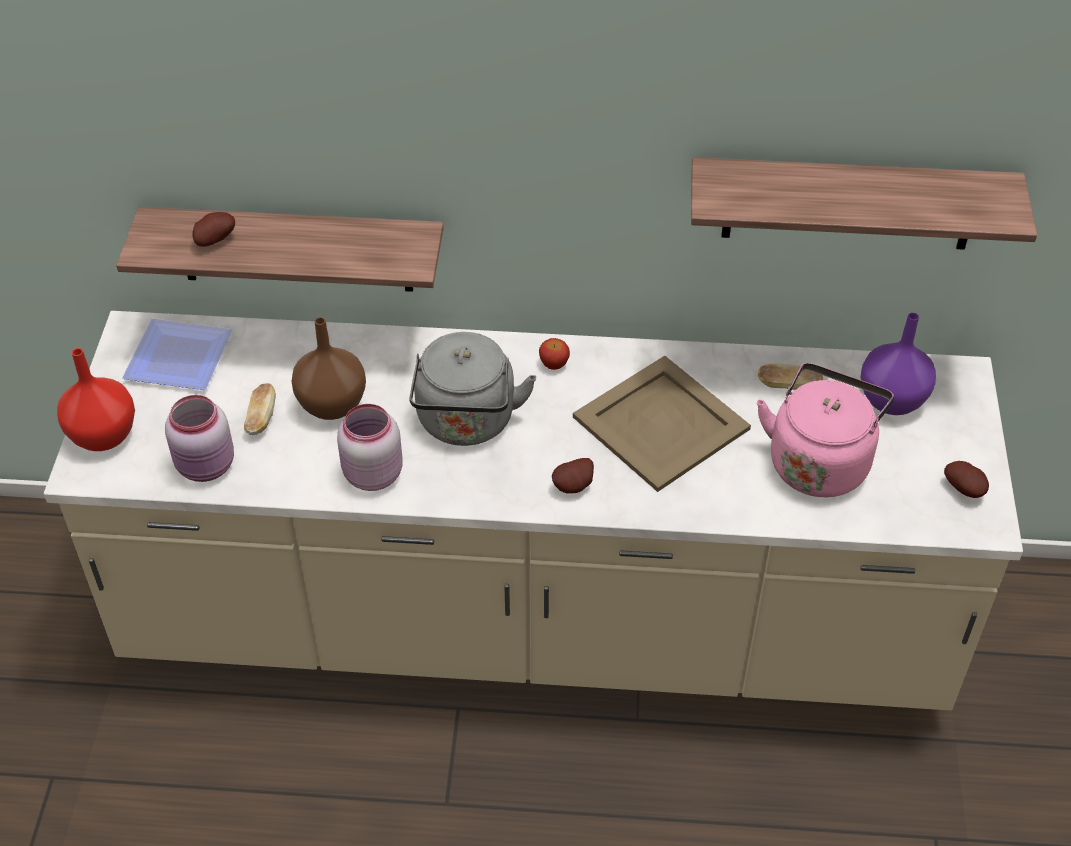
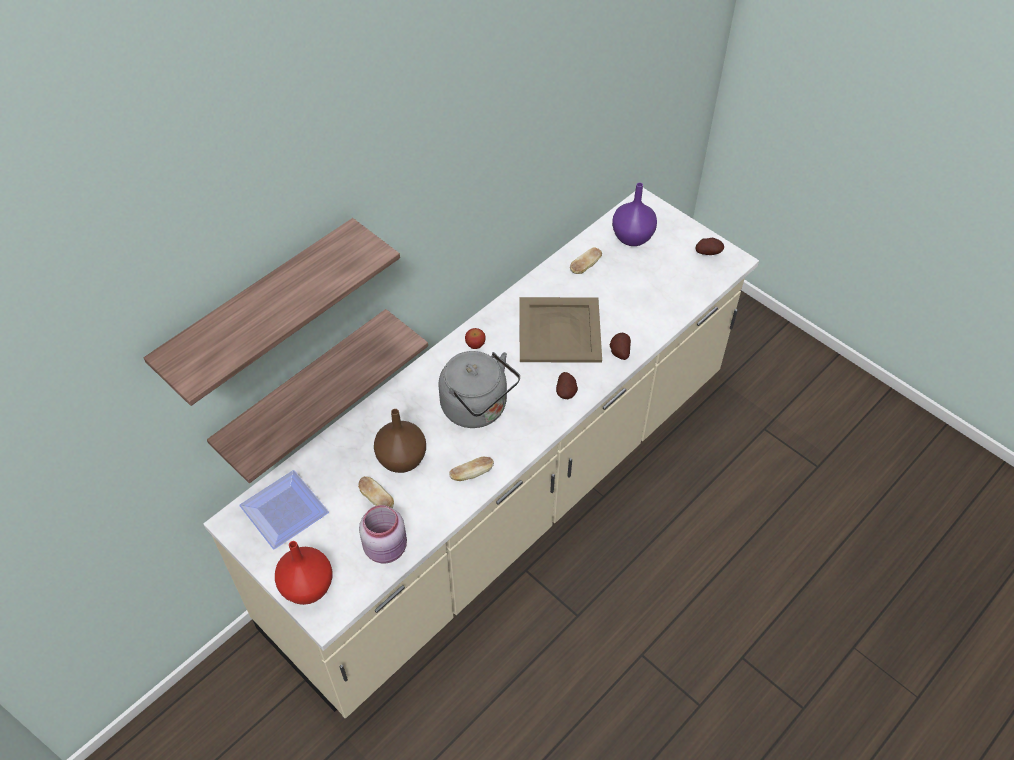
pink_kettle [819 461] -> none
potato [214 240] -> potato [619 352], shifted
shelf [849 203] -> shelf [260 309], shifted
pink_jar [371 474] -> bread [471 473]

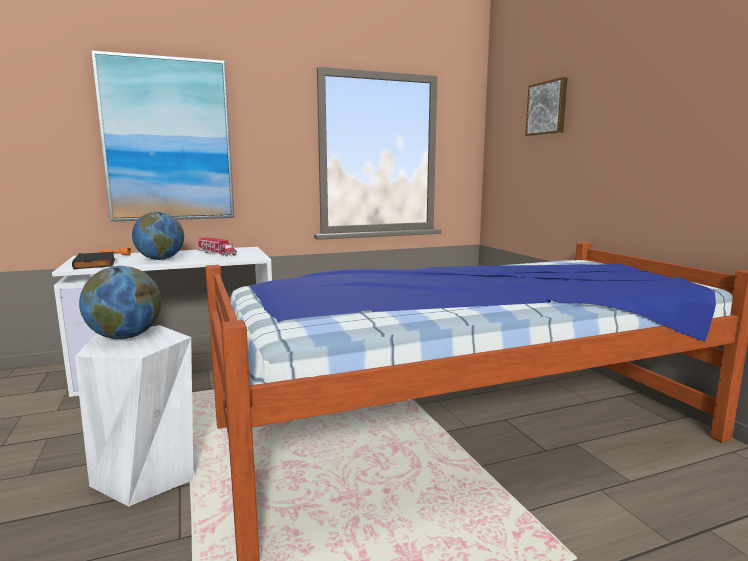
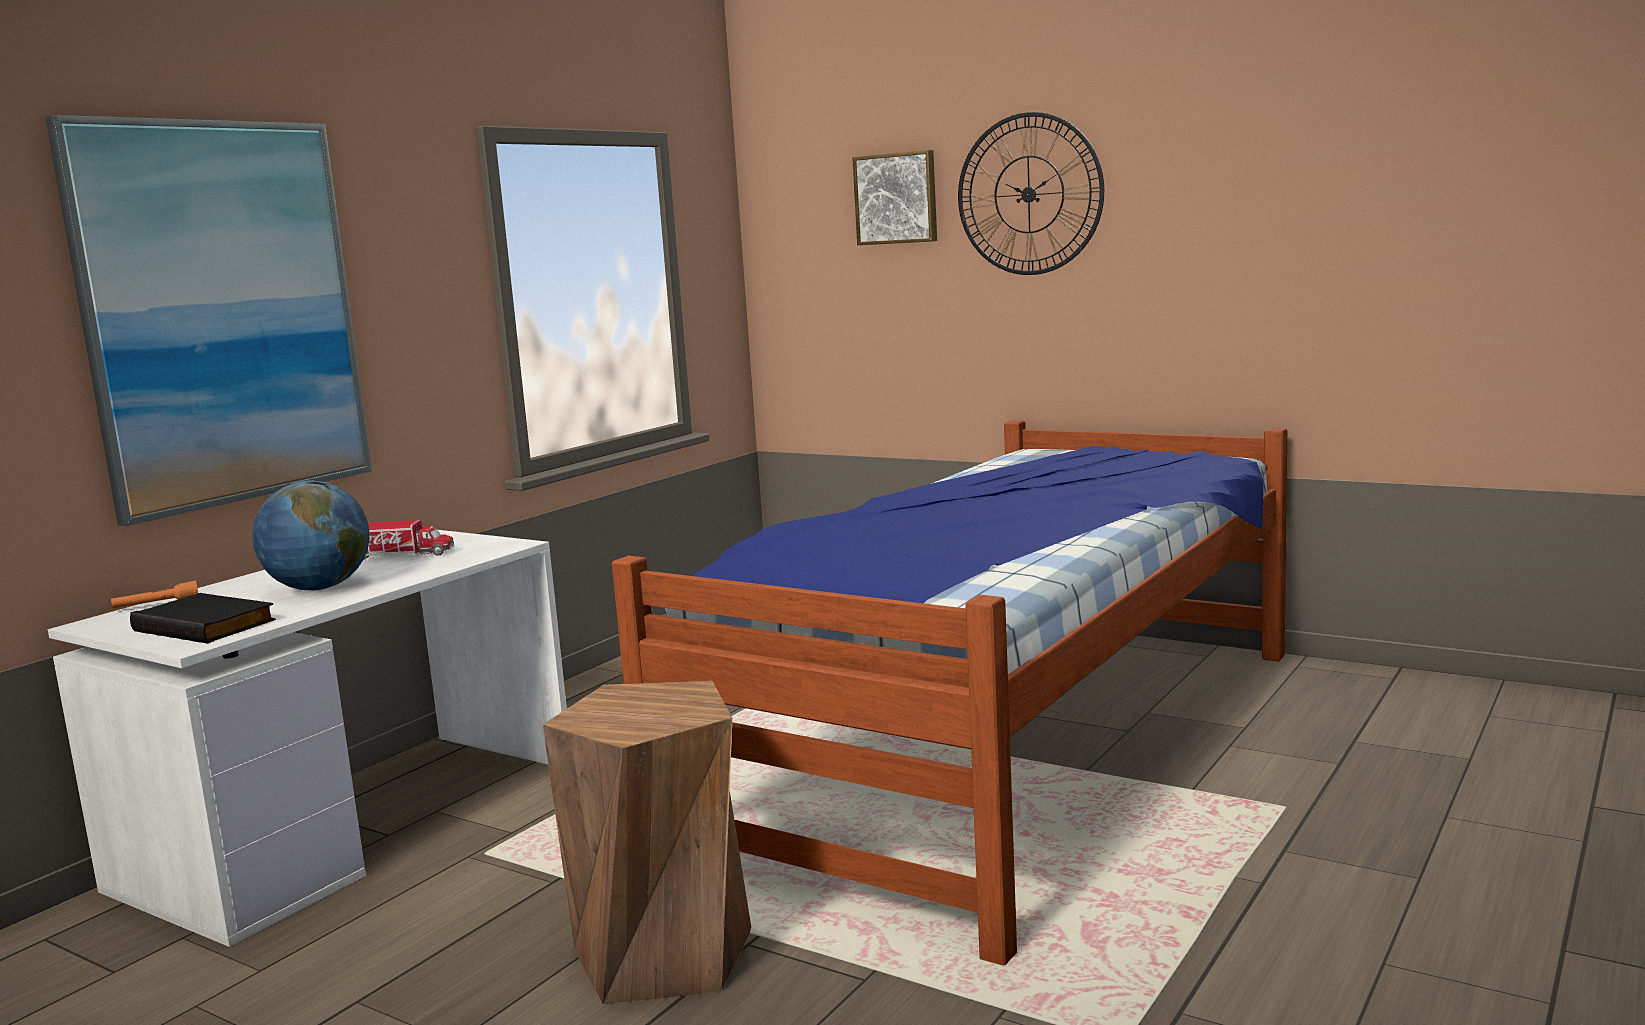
globe [125 337] -> none
none -> wall_clock [1029 194]
white_stool [147 473] -> brown_stool [664 955]

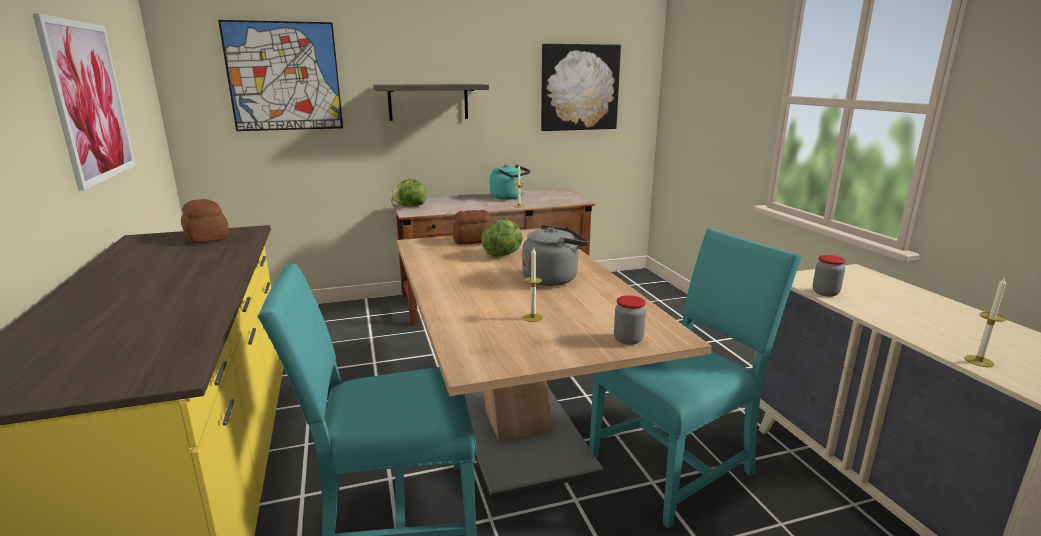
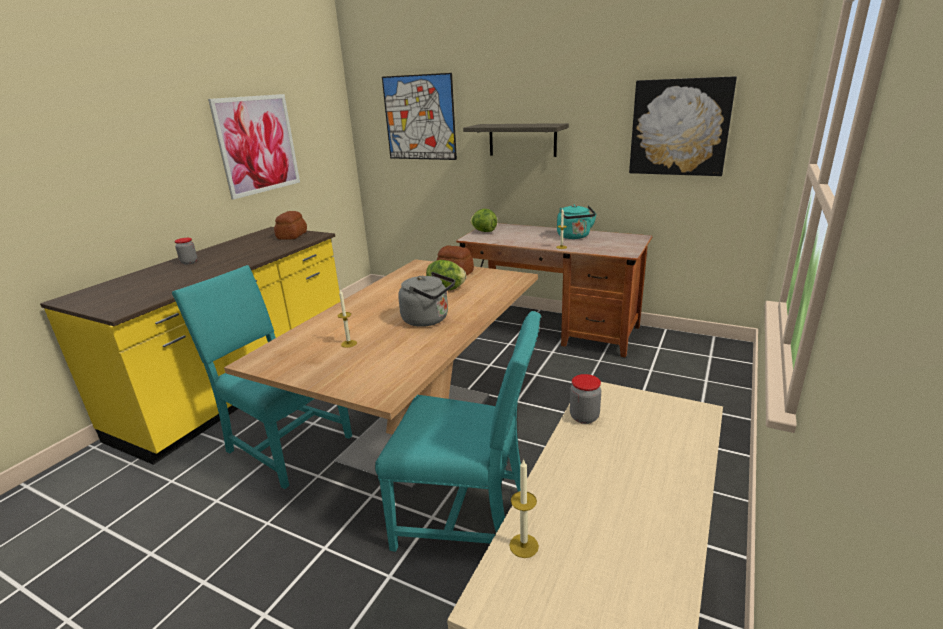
jar [628 339] -> jar [189 262], shifted

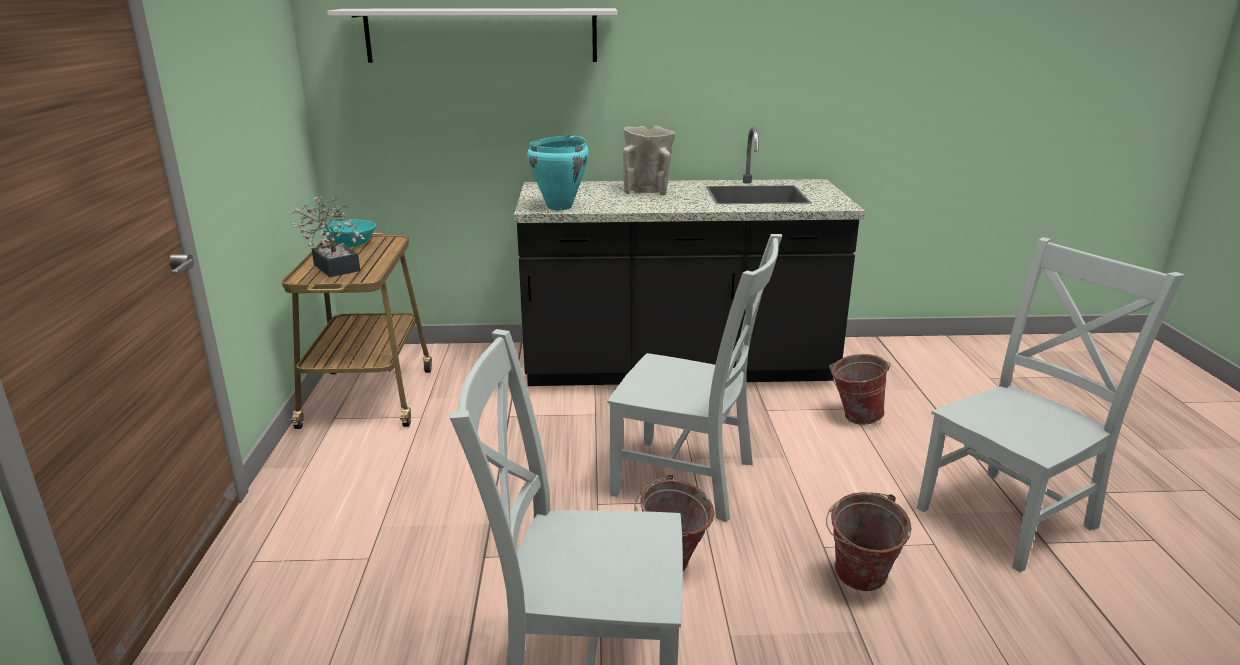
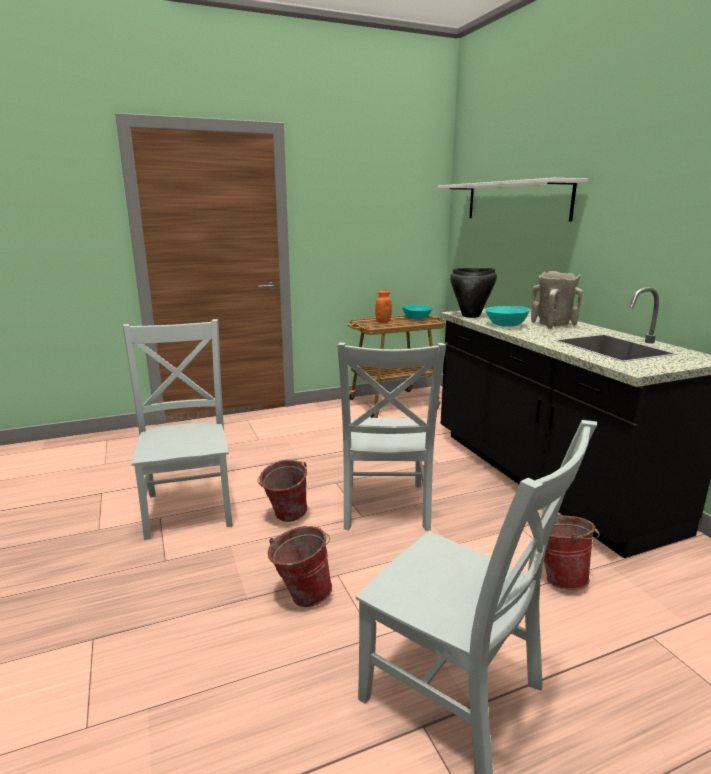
none -> turquoise_bowl [505 325]
potted_plant [335 266] -> orange_jar [383 322]
turquoise_cooking_pot [560 207] -> black_cooking_pot [471 316]

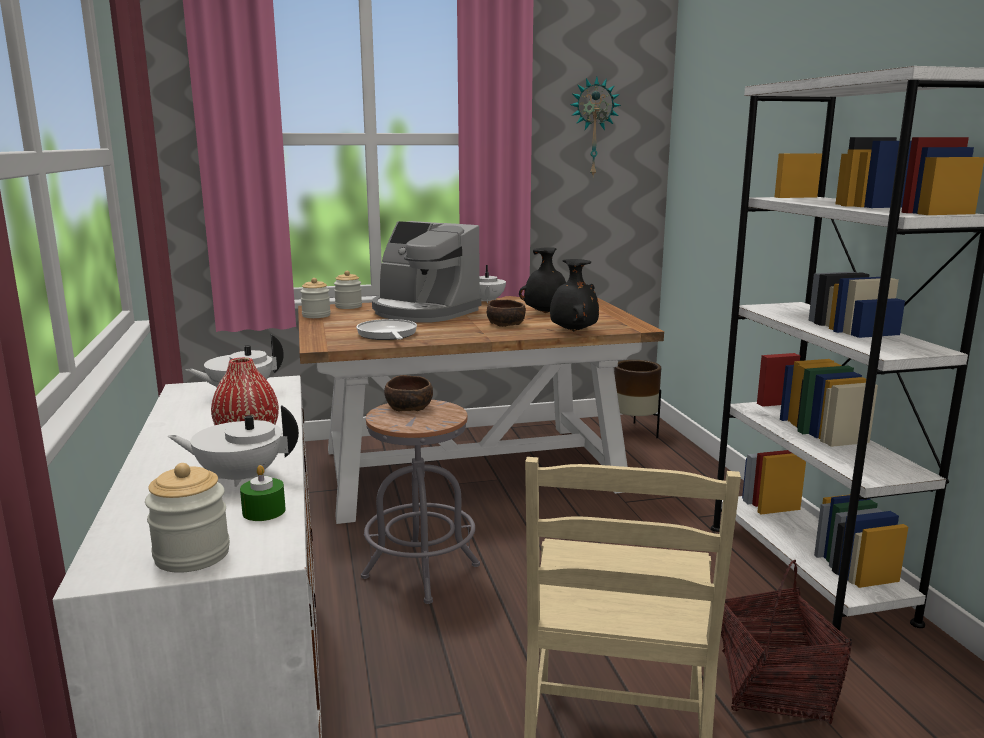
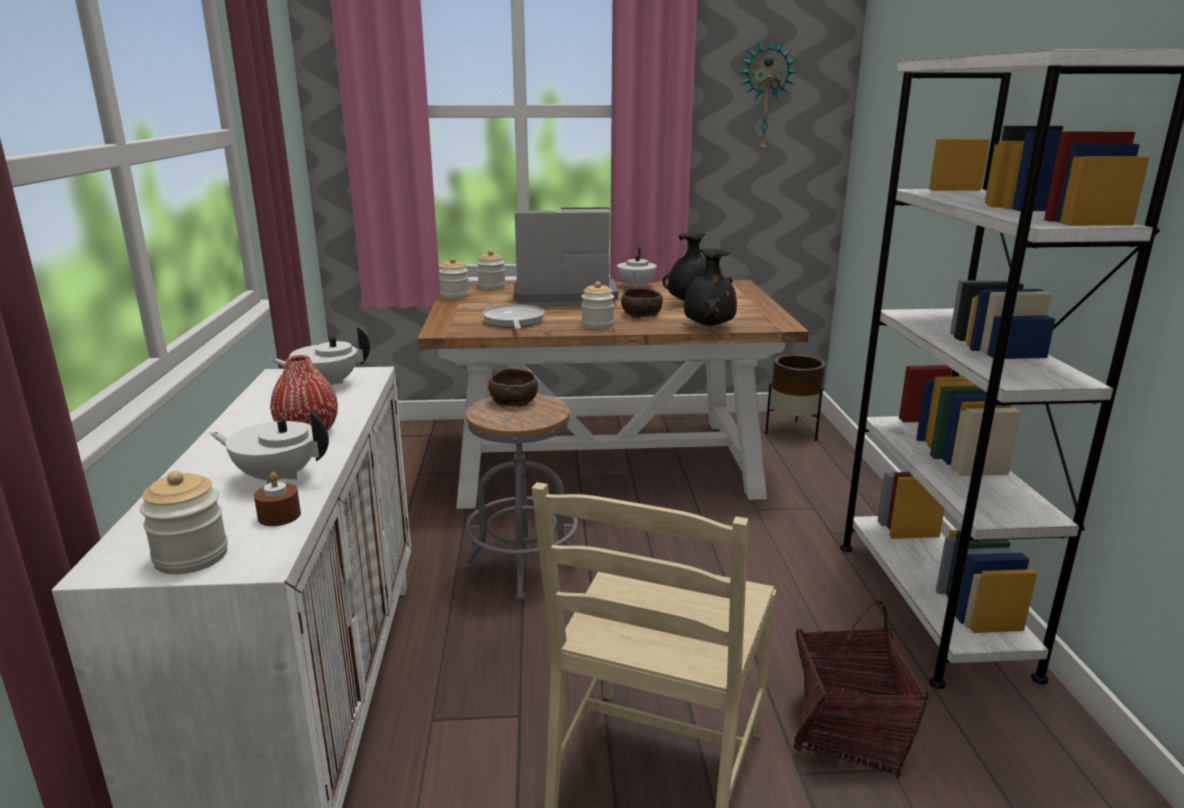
none -> jar [597 325]
green_candle [264 511] -> brown_candle [279 516]
coffee_machine [423 312] -> coffee_machine [563 296], 135 degrees clockwise

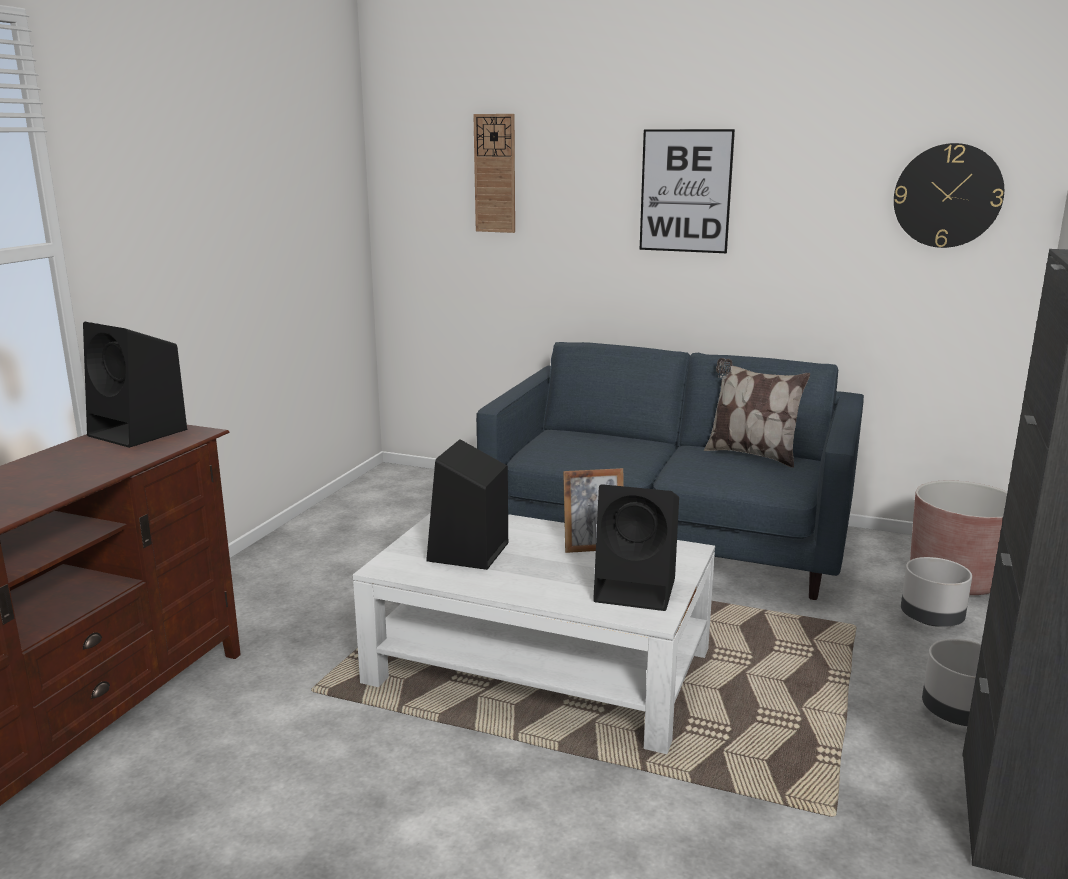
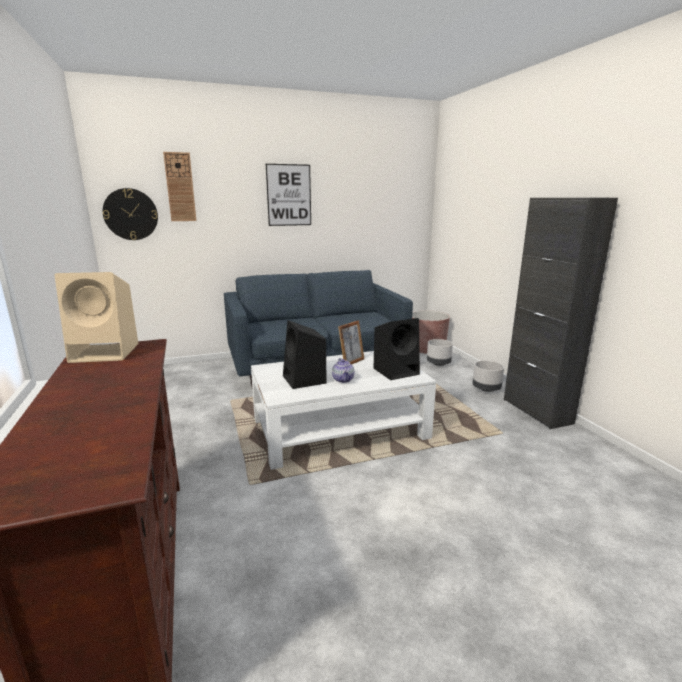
pillow [751 454] -> none
none -> teapot [343 380]
wall_clock [947 196] -> wall_clock [131 214], shifted
black_speaker [140 433] -> beige_speaker [107 352]

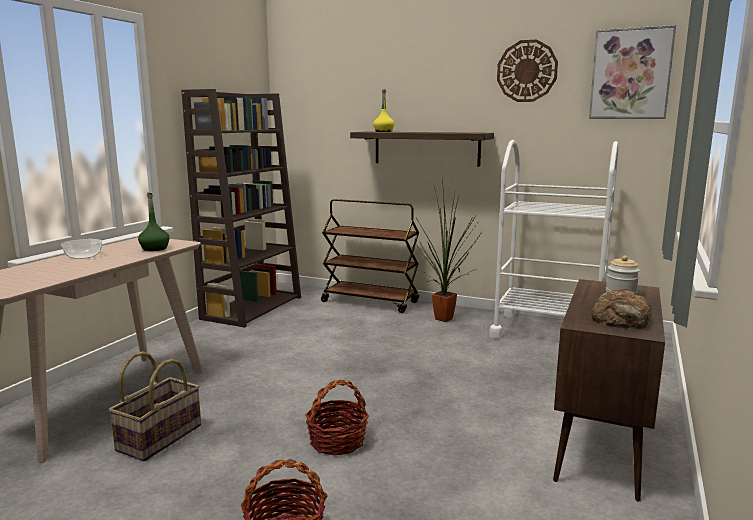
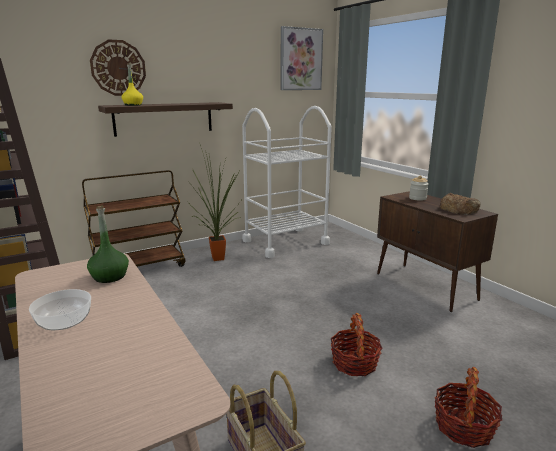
wall_clock [527 71] -> wall_clock [118 68], shifted

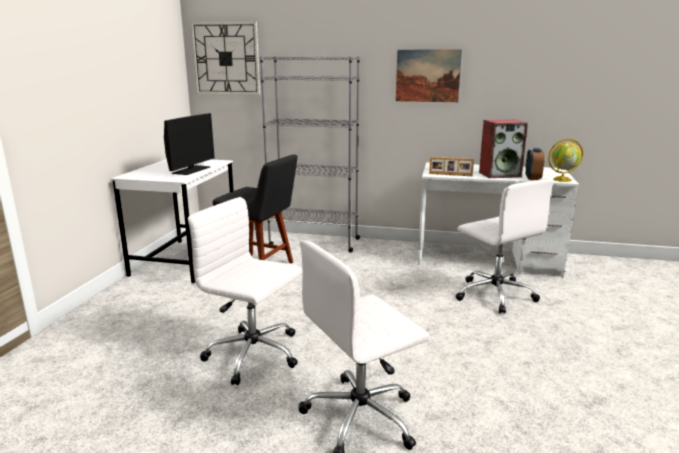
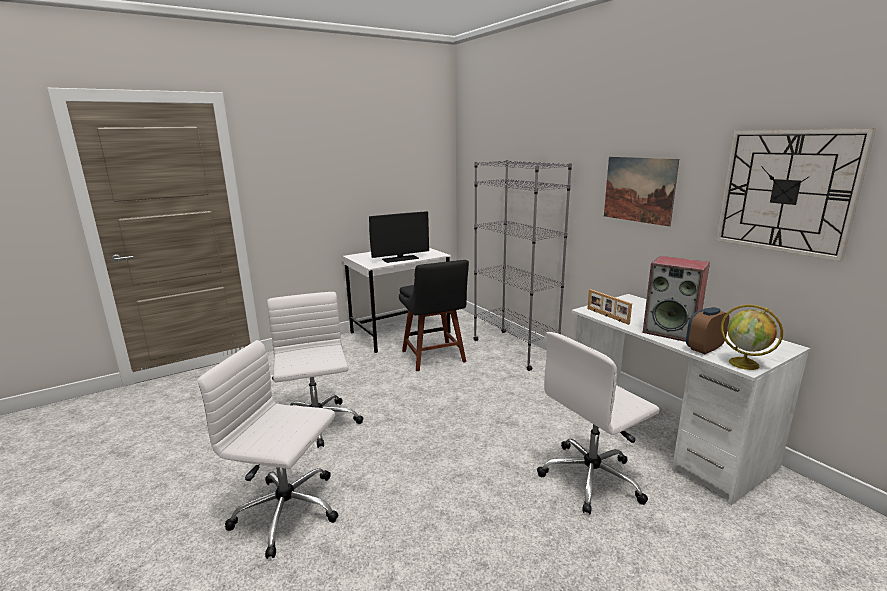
wall_clock [226 58] -> wall_clock [786 191], shifted
white_office_chair [494 294] -> white_office_chair [592 478], 45 degrees clockwise

